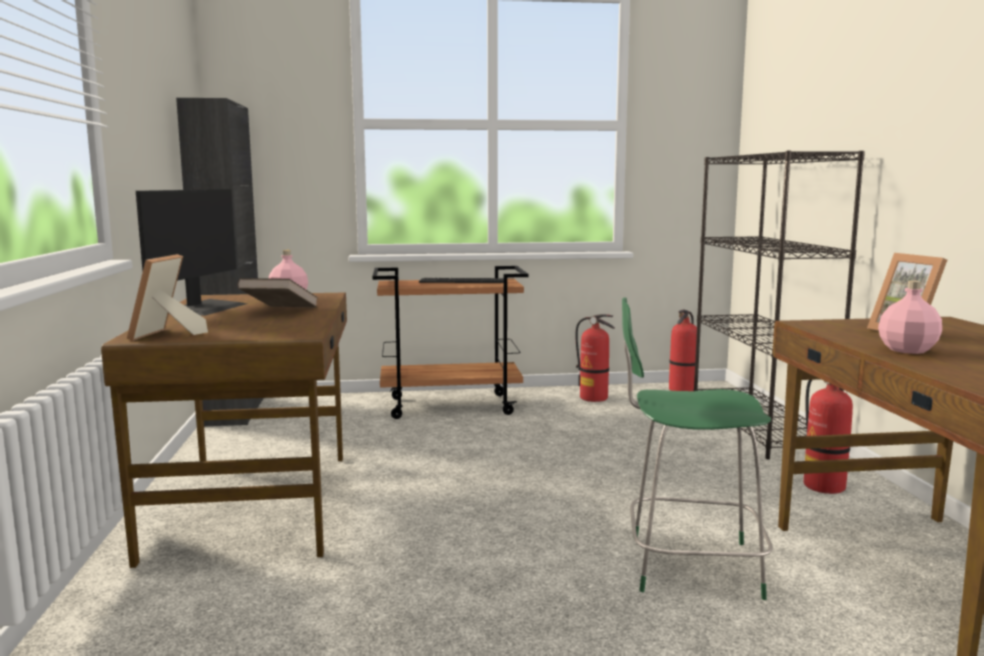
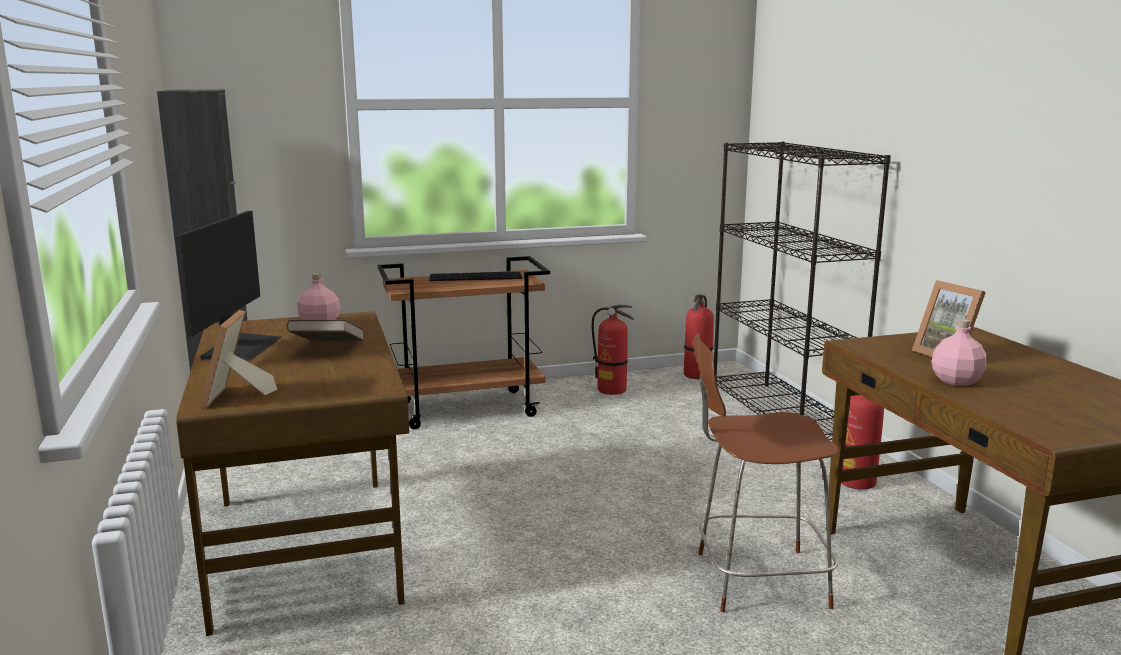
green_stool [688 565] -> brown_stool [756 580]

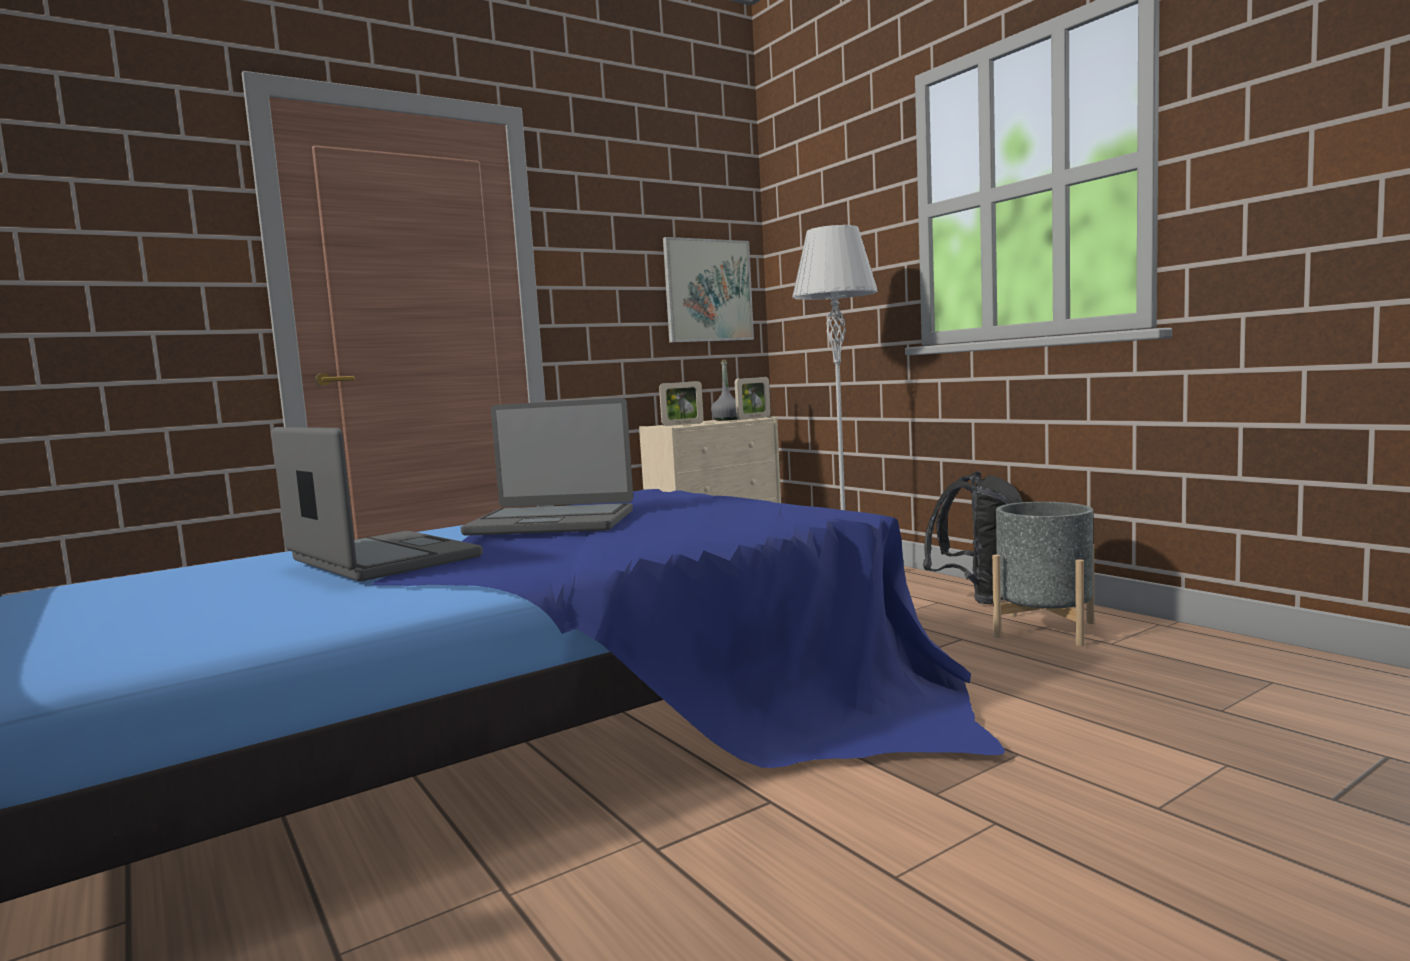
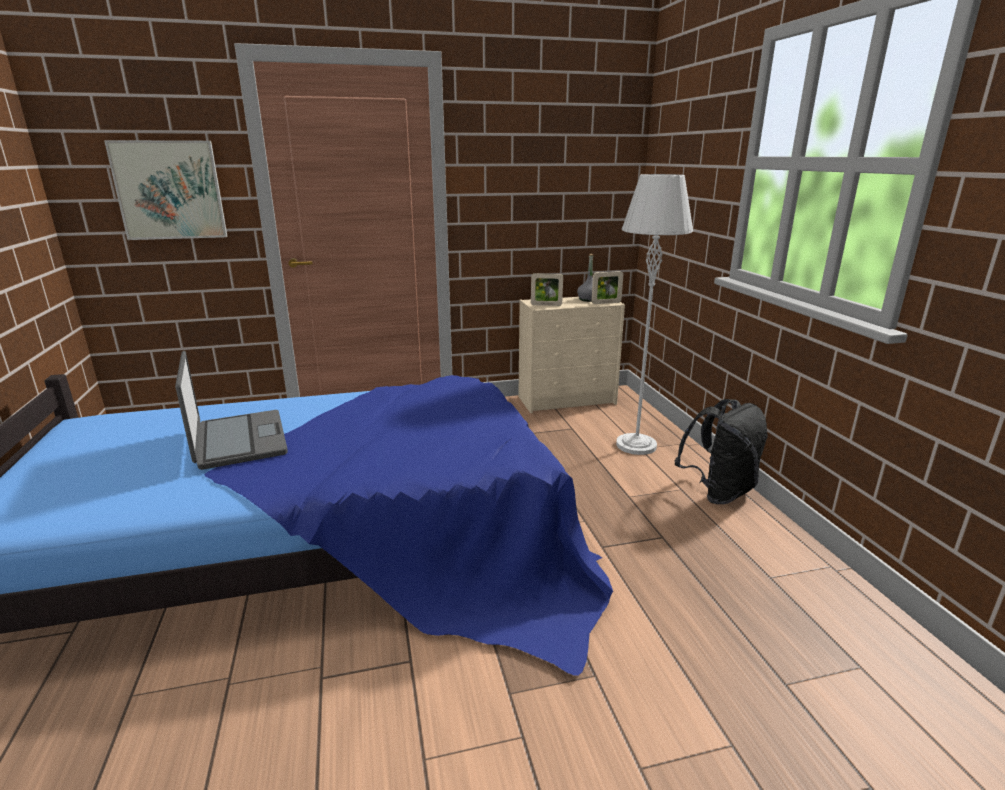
laptop [552 522] -> none
grey_planter [1044 629] -> none
picture [708 290] -> picture [169 190], shifted

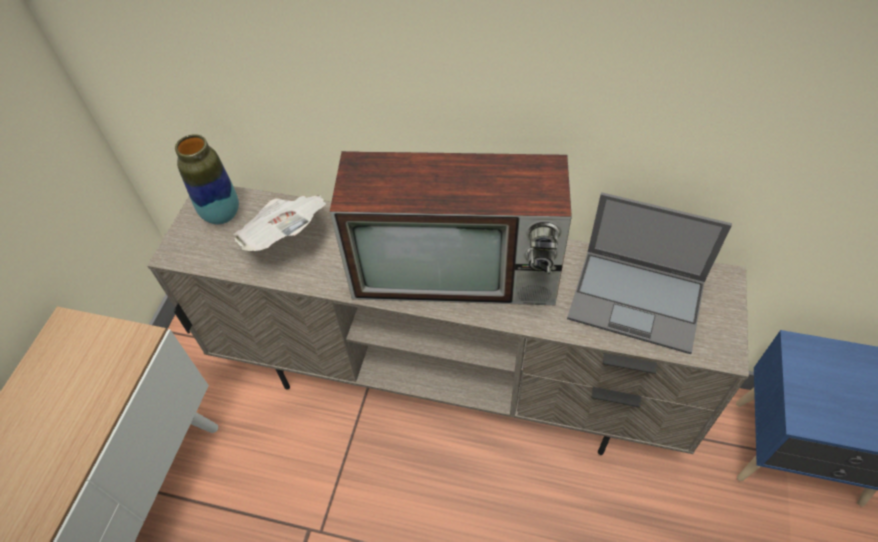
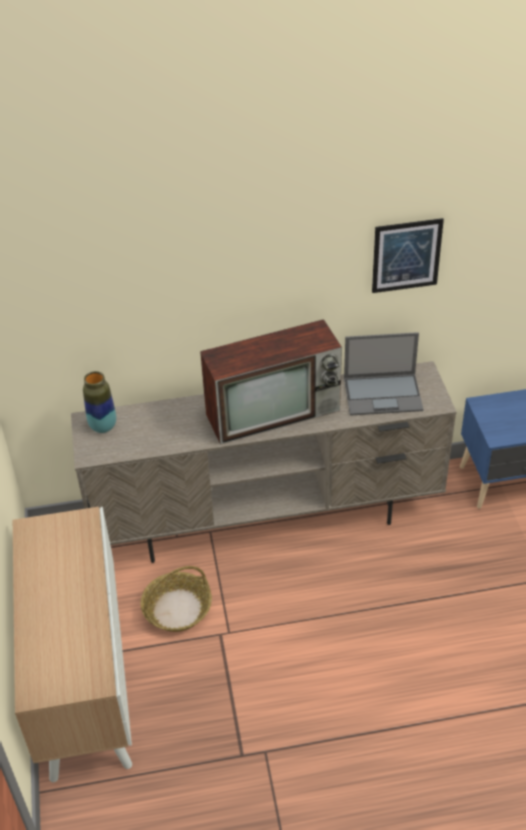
newspaper [284 236] -> none
none -> basket [177 608]
none -> picture [406 255]

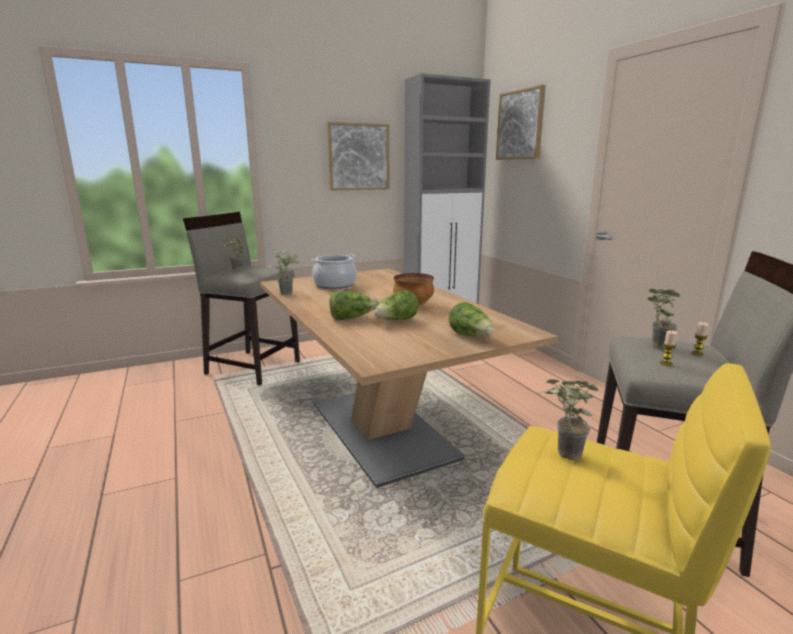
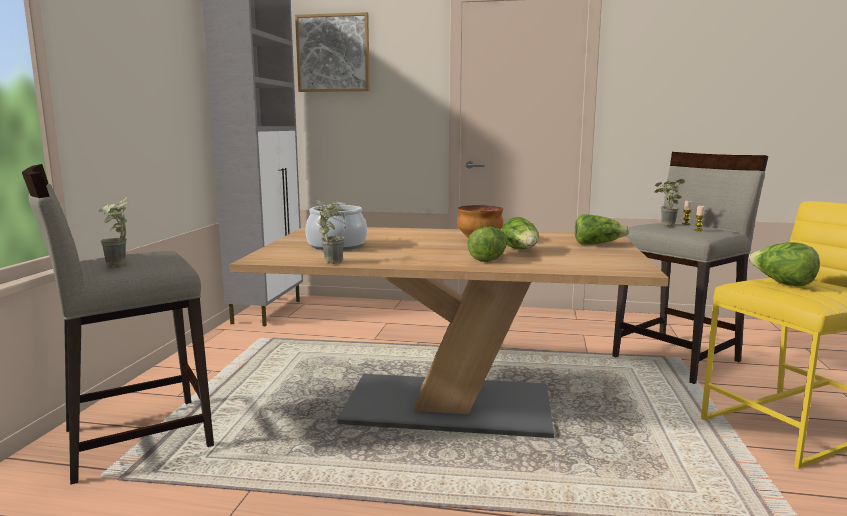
picture [358 157] -> none
potted_plant [562 454] -> lettuce [782 283]

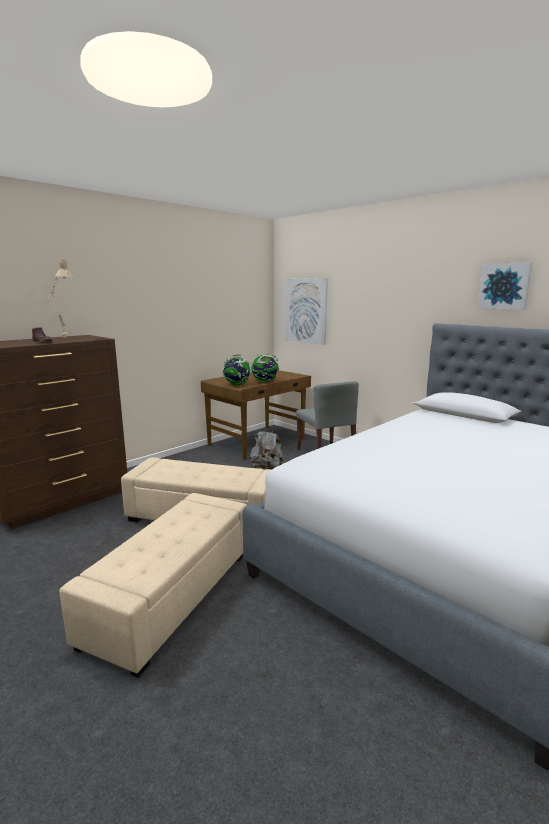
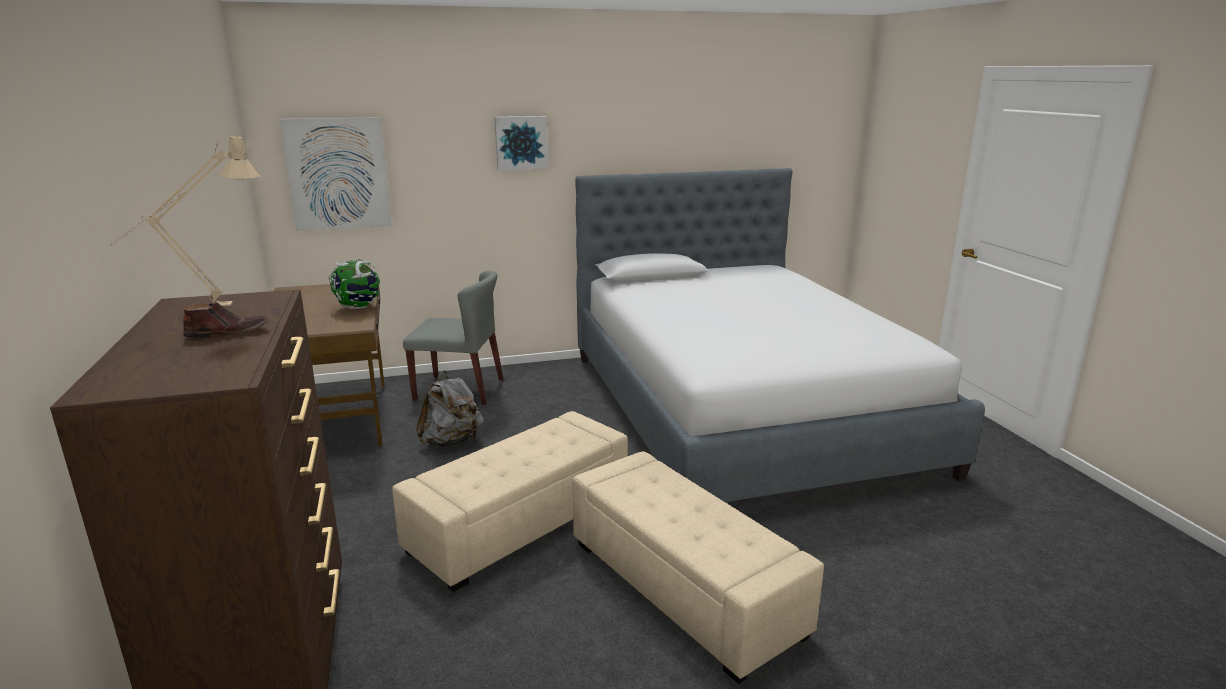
globe [237 385] -> none
picture [505 286] -> picture [521 142], shifted

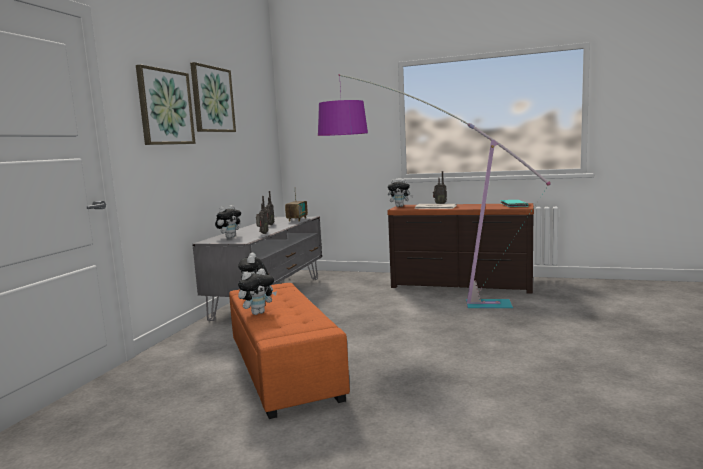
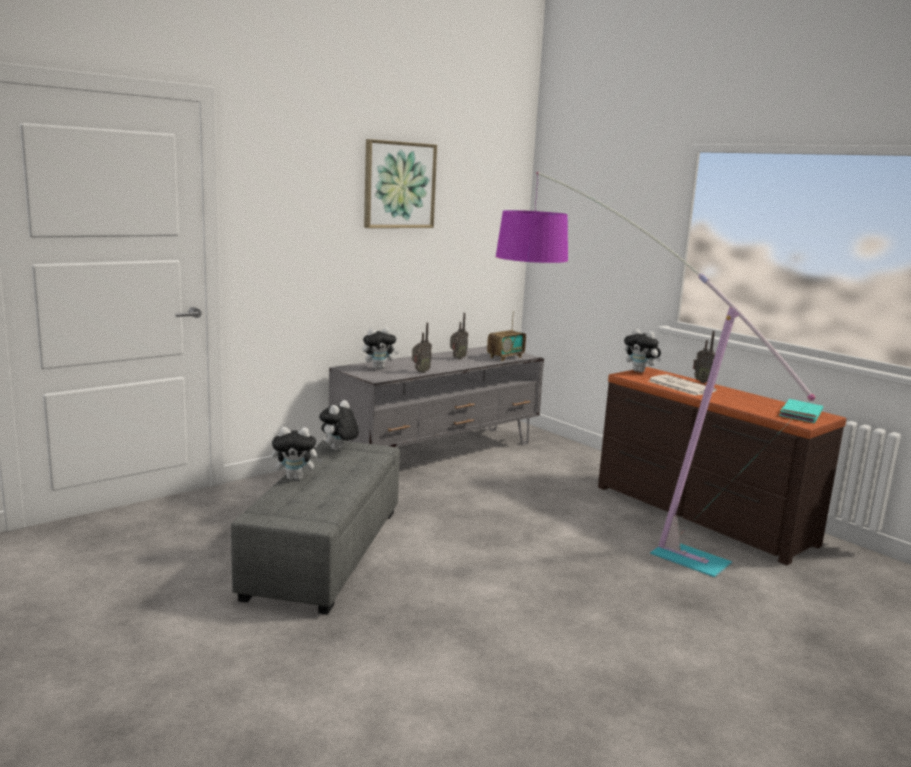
picture [165 107] -> none
orange_ottoman [284 368] -> grey_ottoman [326 551]

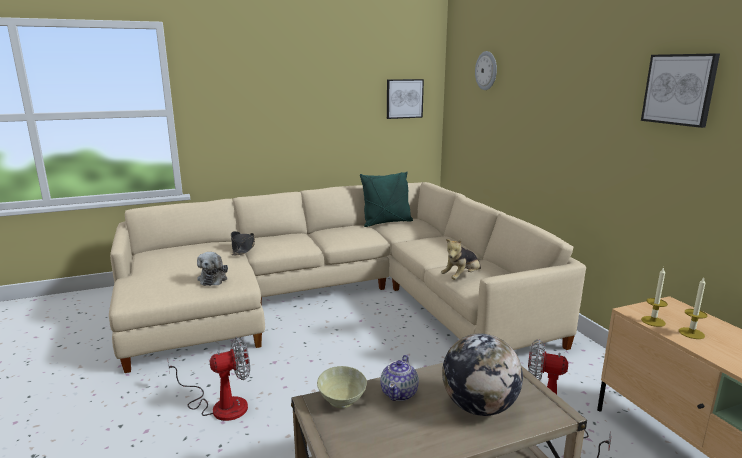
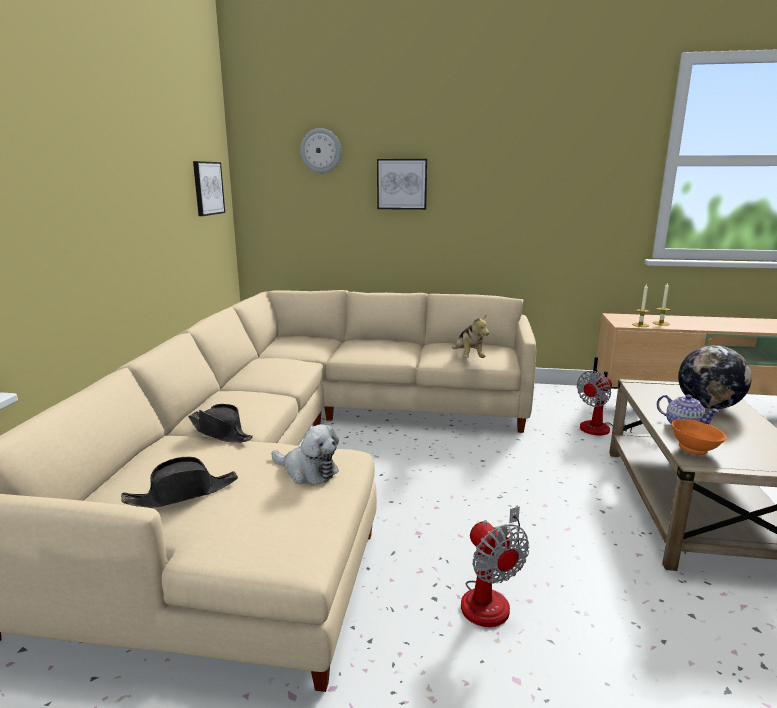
green_pillow [386 222] -> none
none -> black_hat [183 493]
picture [679 89] -> picture [402 184], shifted
beige_bowl [341 402] -> orange_bowl [695 450]
fan [220 405] -> fan [491 596], 150 degrees clockwise

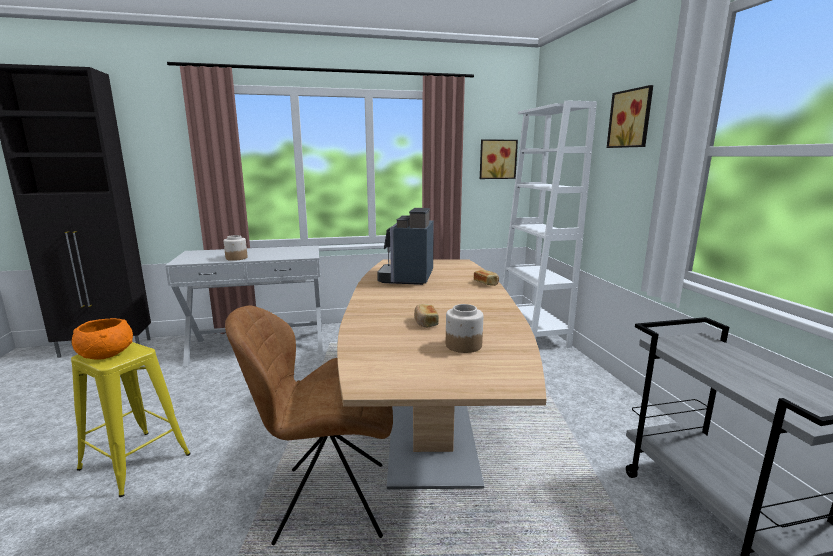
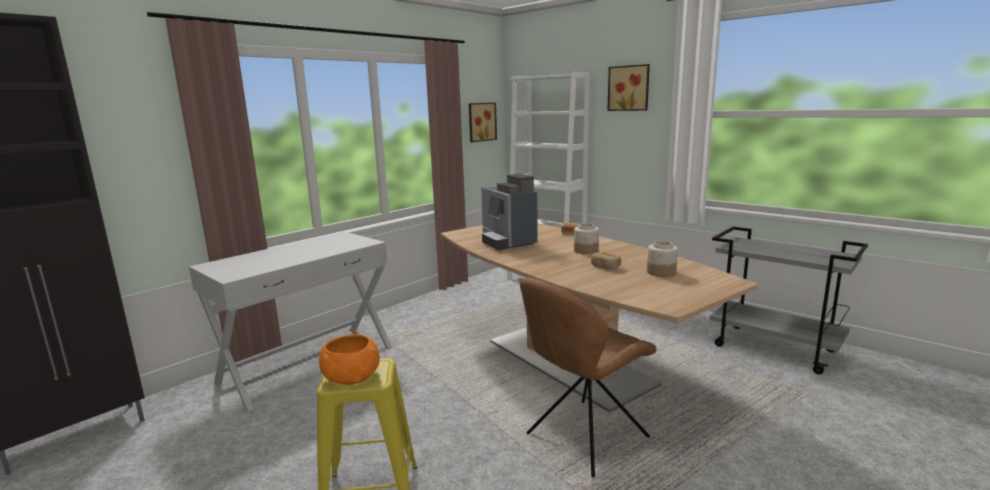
jar [236 258] -> jar [586 250], shifted

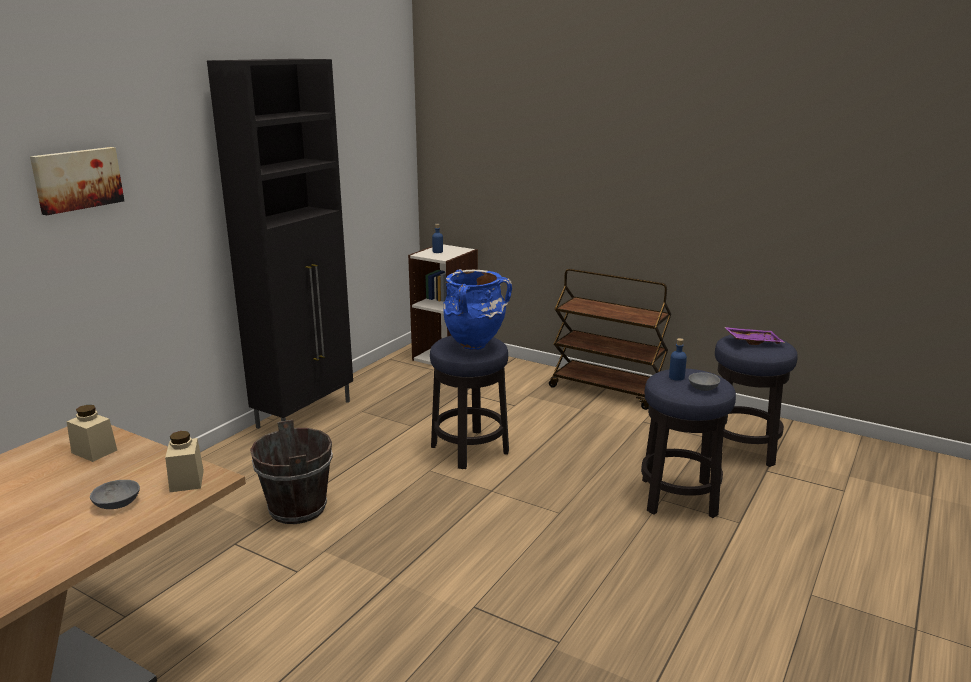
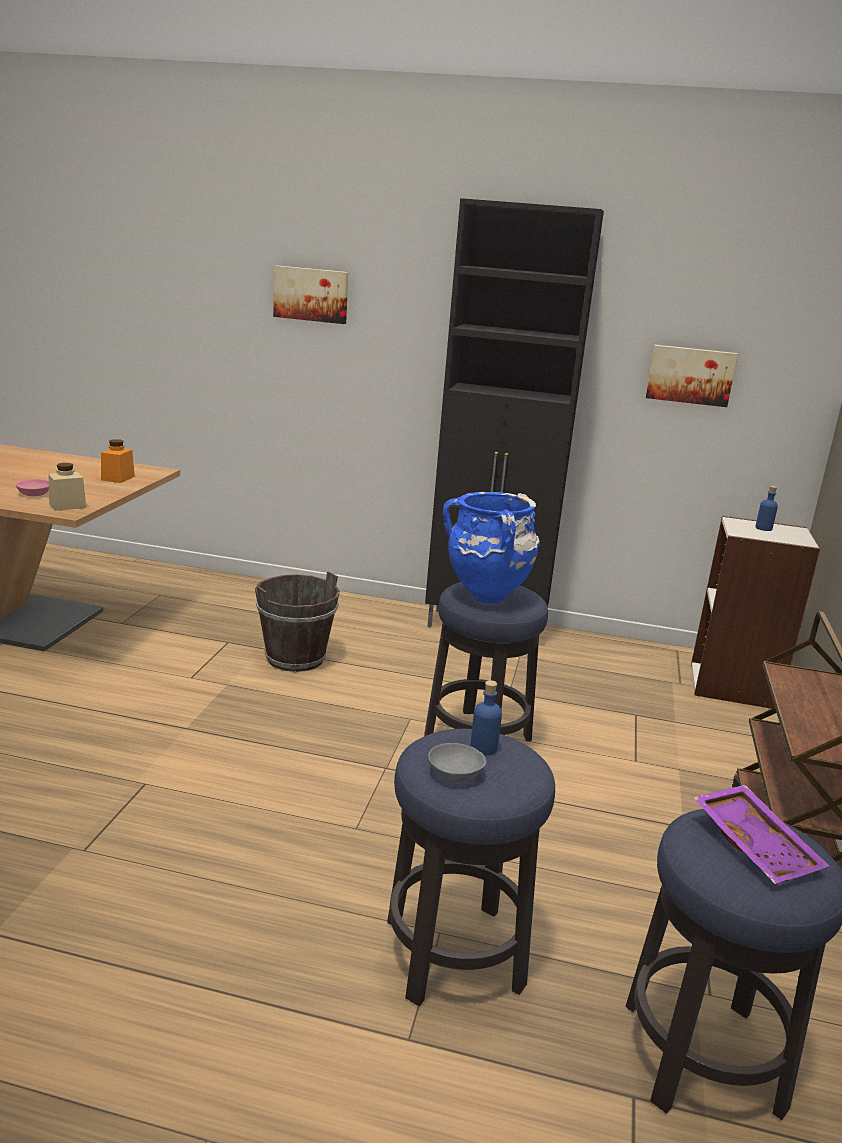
none -> picture [690 375]
beige_jar [94 451] -> orange_jar [118 478]
grey_bowl [116 504] -> pink_bowl [33 494]

